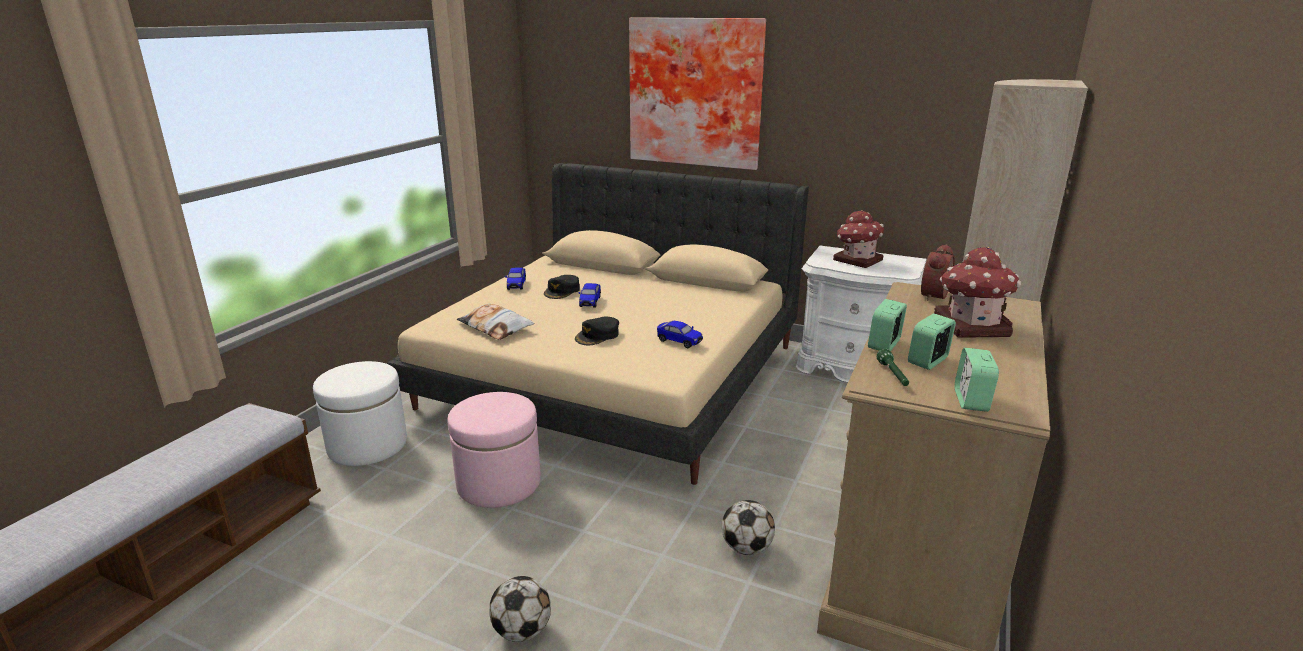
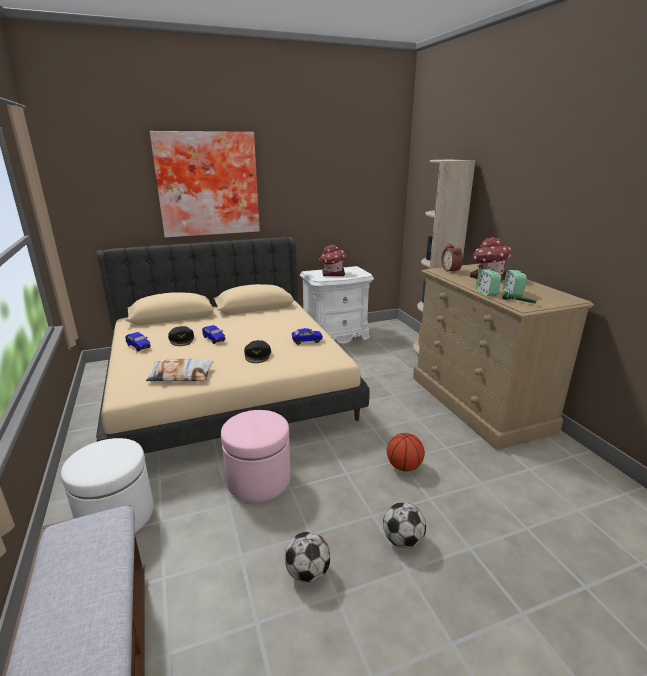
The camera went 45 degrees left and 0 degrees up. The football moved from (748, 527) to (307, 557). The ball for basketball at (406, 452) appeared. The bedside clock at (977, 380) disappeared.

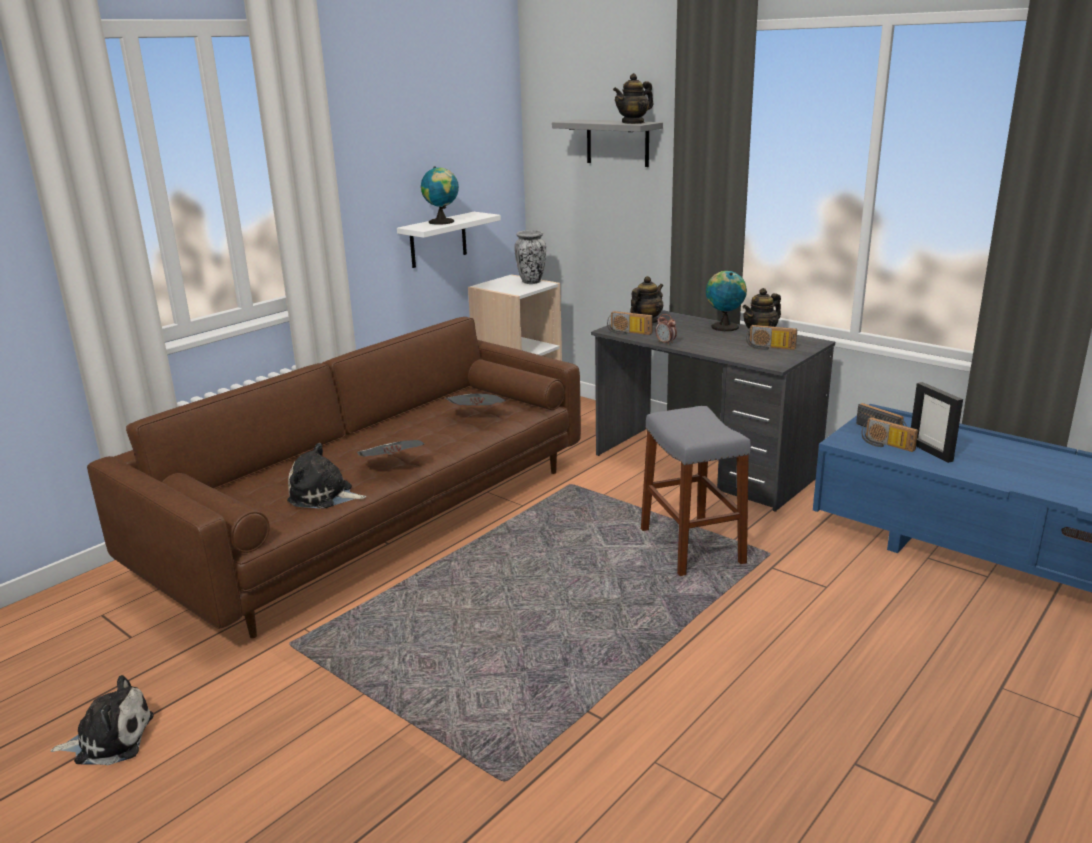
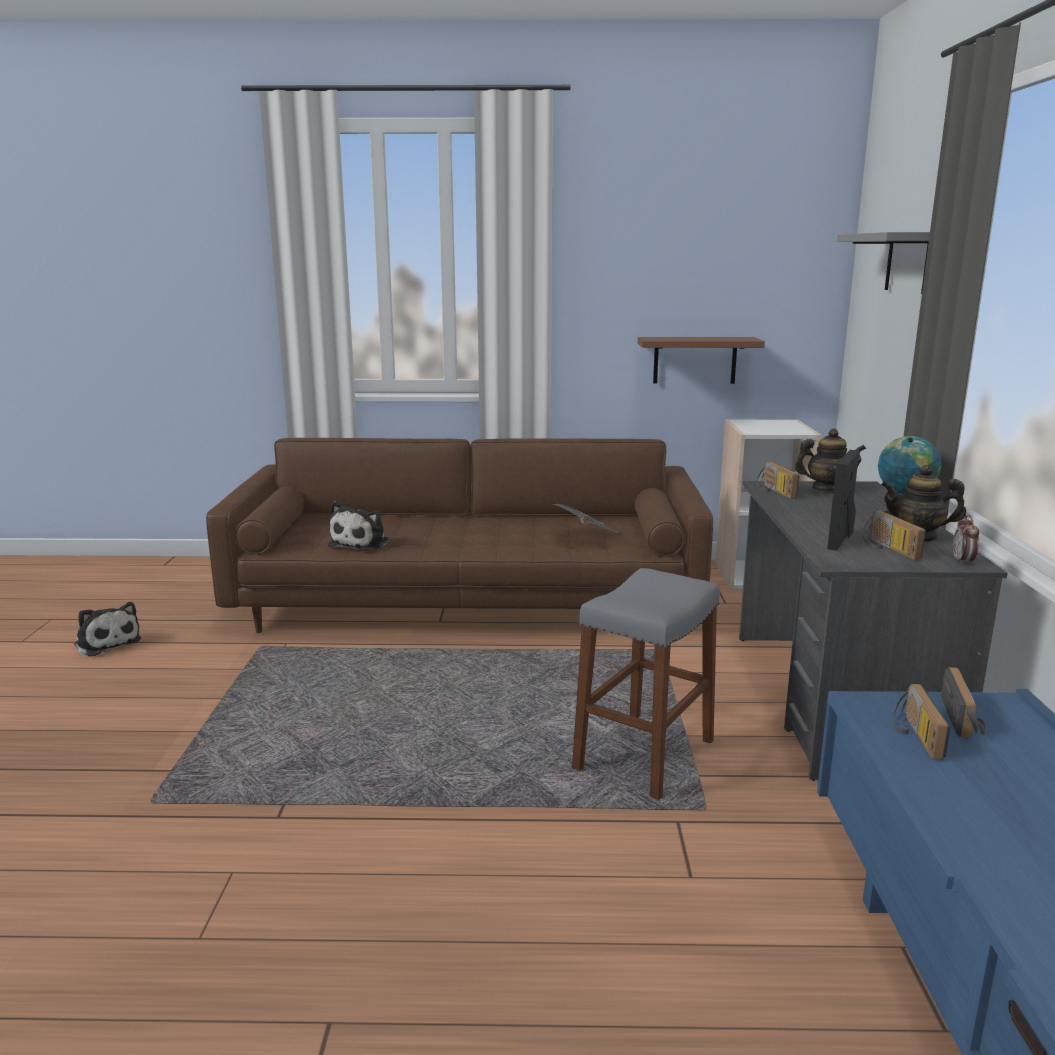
The camera went 50 degrees right and 5 degrees down. The cuddly toy at (326, 476) turned 135 degrees counterclockwise. The wall shelf/white at (449, 240) became the wall shelf/brown at (701, 360). The standing frame moved from (937, 422) to (843, 500). The bedside clock moved from (666, 329) to (966, 540). The newspaper at (390, 448) disappeared. The globe at (440, 195) disappeared. The flower vase at (530, 257) disappeared. The tea pot at (633, 98) disappeared.

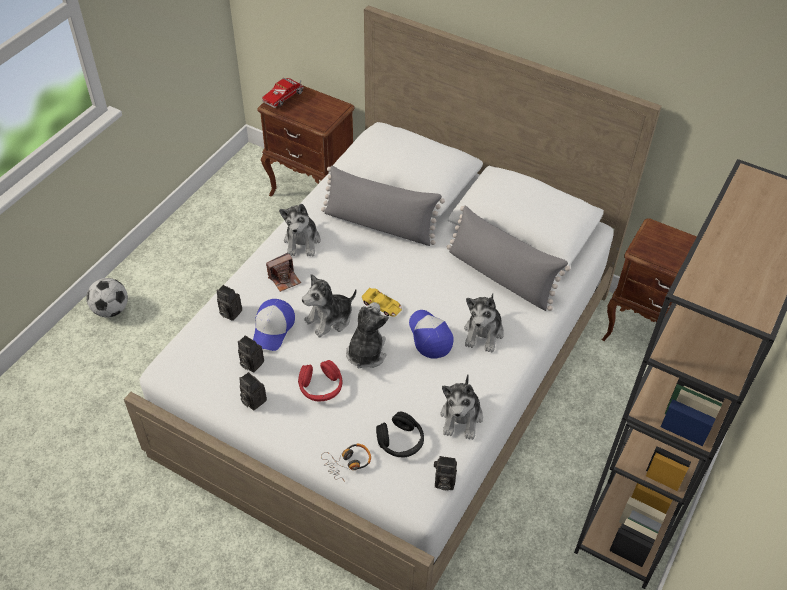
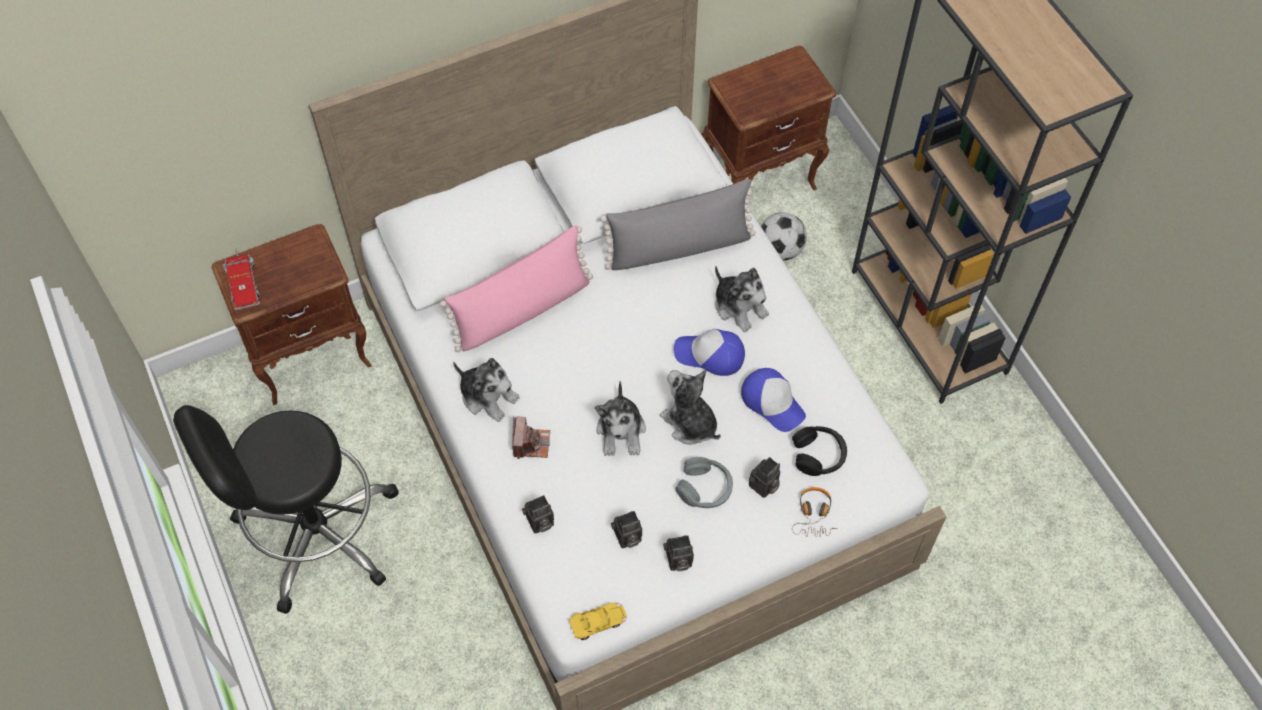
The camera went 55 degrees left and 10 degrees up. The stool/blackish at (286, 509) appeared. The cushion/grey at (383, 205) became the cushion/pinkish at (516, 288). The toy car/yellowish moved from (382, 302) to (598, 621). The headset/red-coloured at (320, 380) became the headset/grey at (704, 482). The peaked cap moved from (274, 325) to (773, 400). The still camera moved from (445, 473) to (764, 477). The football moved from (107, 297) to (784, 236). The cuddly toy at (462, 407) disappeared.

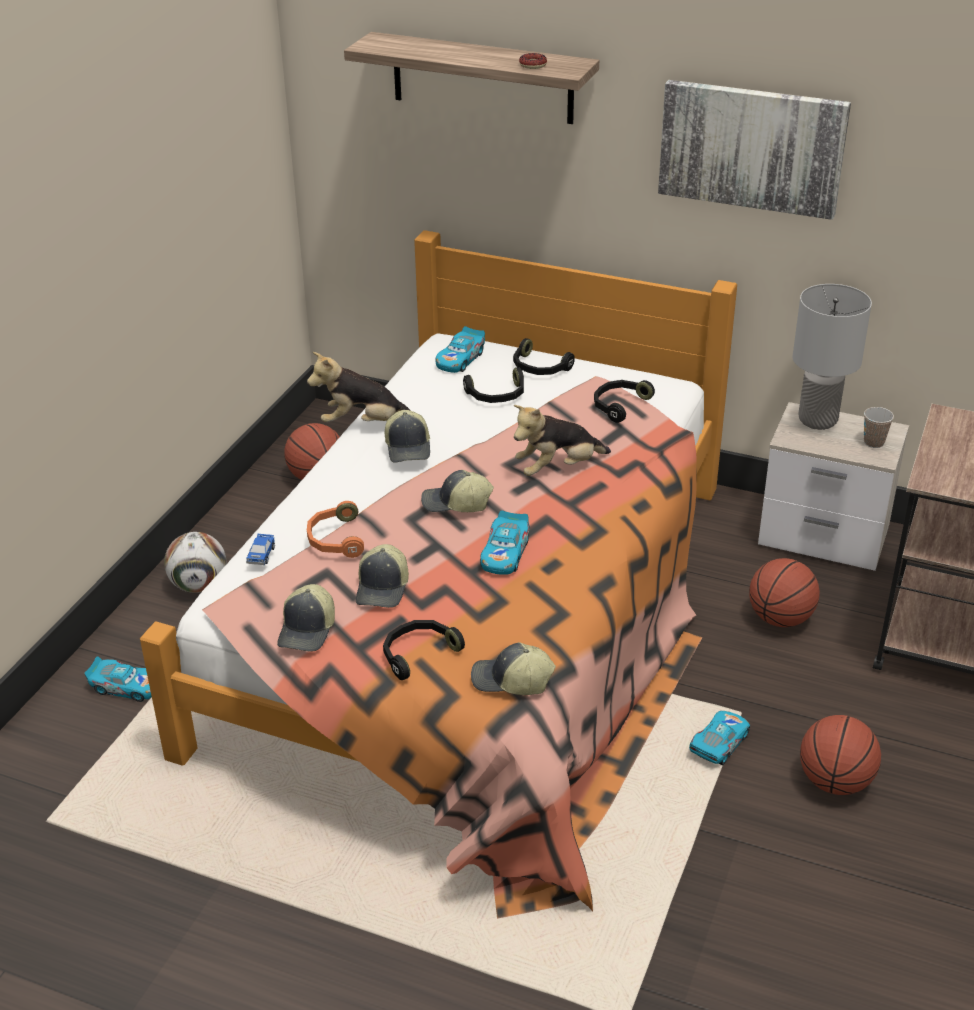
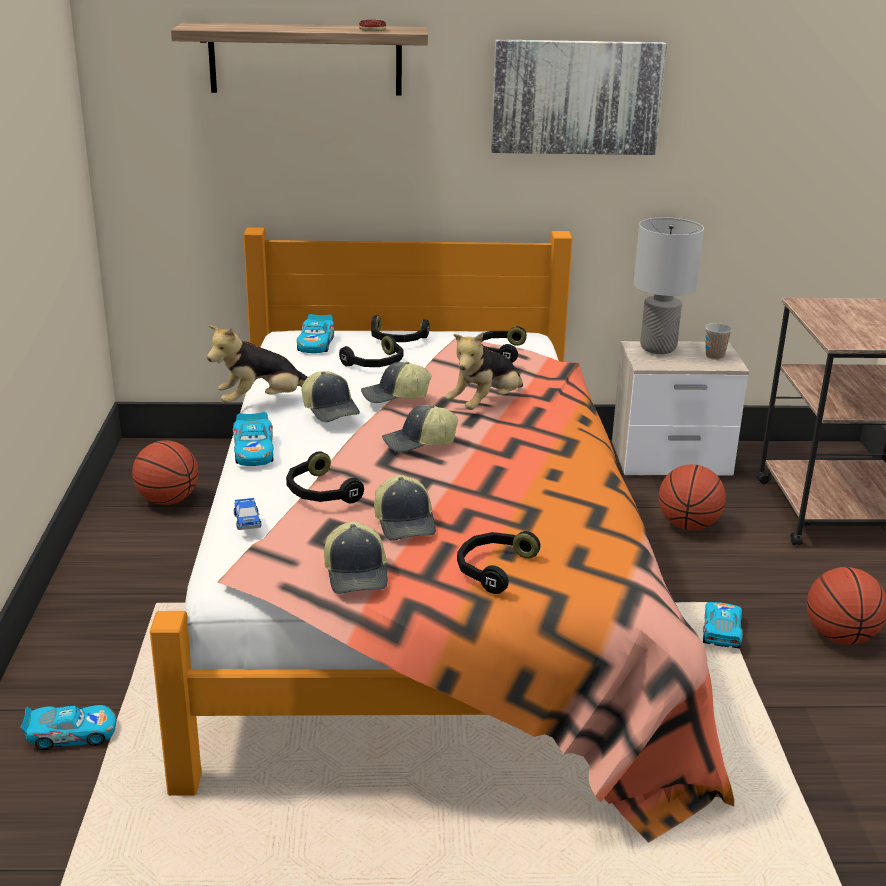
The camera went 25 degrees left and 10 degrees down. The toy car moved from (505, 542) to (253, 439). The headset/orange at (335, 529) became the headset/blackish at (325, 477). The peaked cap moved from (513, 668) to (396, 382). The football at (195, 562) disappeared.

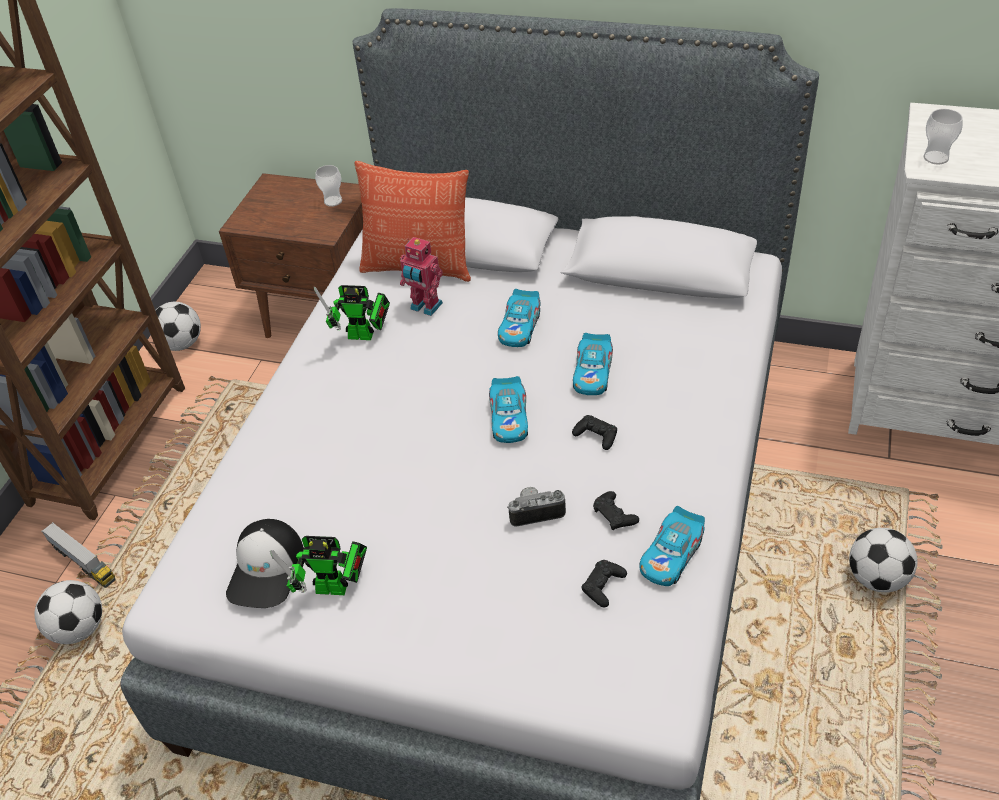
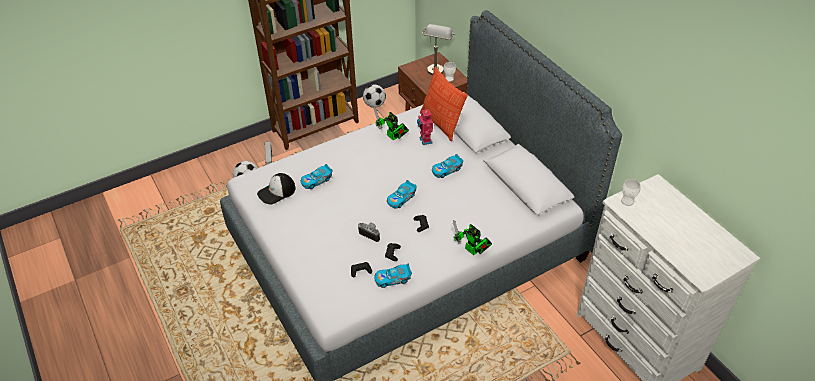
The camera went 40 degrees right and 0 degrees up. The toy car moved from (593, 364) to (317, 176). The table lamp/grey at (438, 49) appeared. The model robot moved from (318, 565) to (472, 238). The football at (883, 560) disappeared.

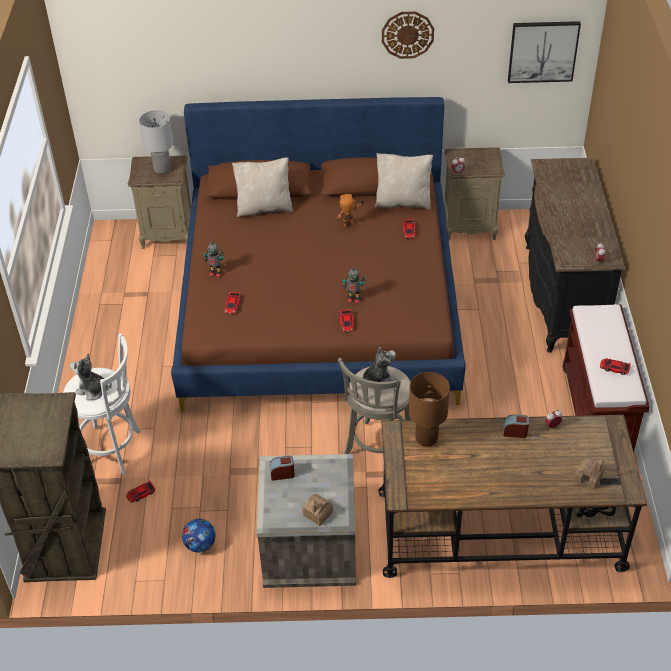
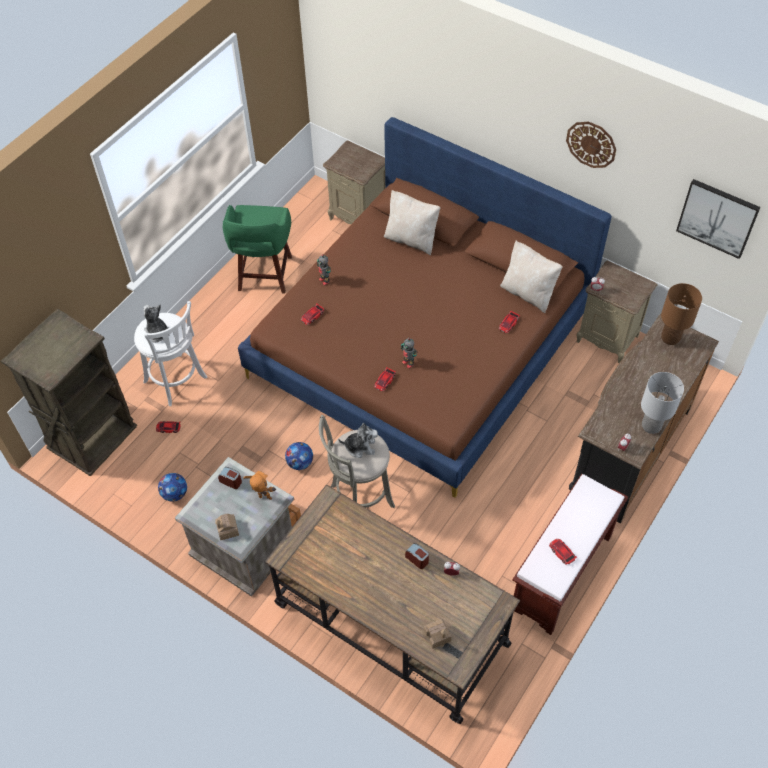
The camera went 35 degrees right and 10 degrees up. The stool/greenish at (257, 249) appeared. The model robot moved from (349, 210) to (260, 485). The football at (299, 456) appeared. The table lamp/grey moved from (156, 142) to (662, 403). The table lamp/brown moved from (429, 409) to (681, 314).

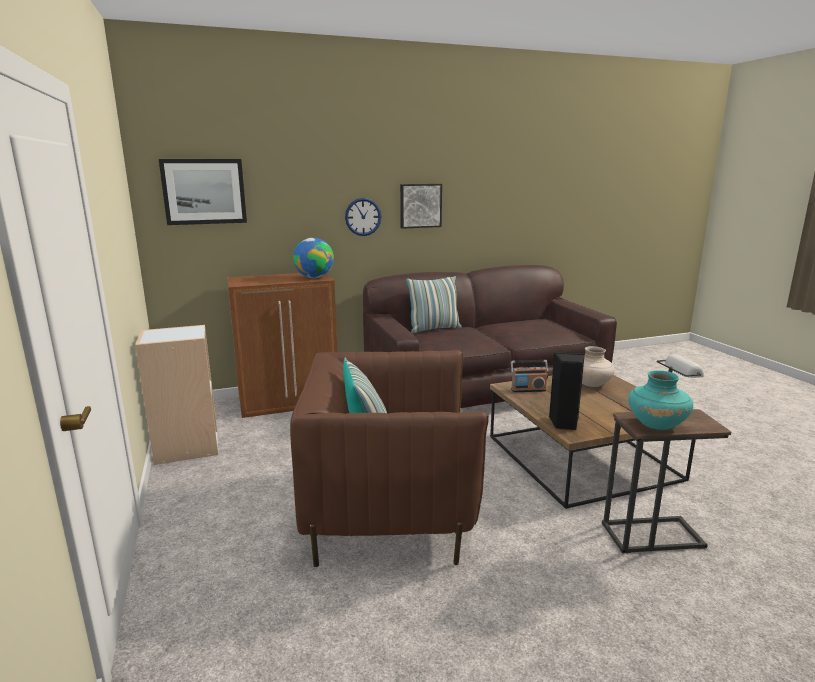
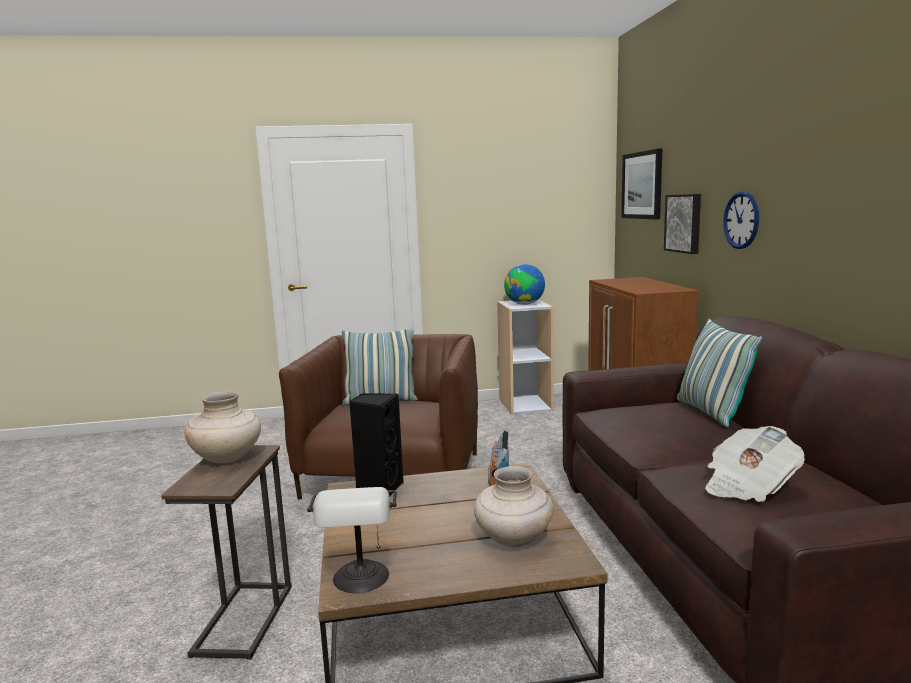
The camera went 100 degrees right and 5 degrees down. The flower vase/turquoise at (660, 400) became the flower vase/beige at (222, 427). The globe moved from (313, 258) to (524, 284). The wall picture moved from (421, 206) to (682, 224). The newspaper at (755, 464) appeared.

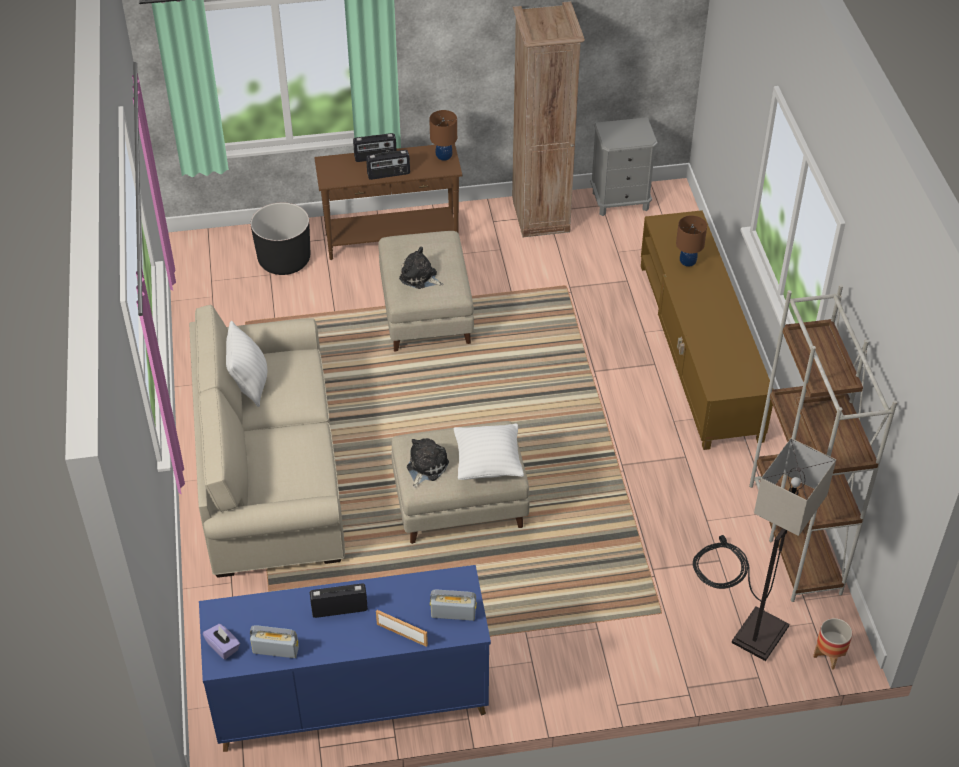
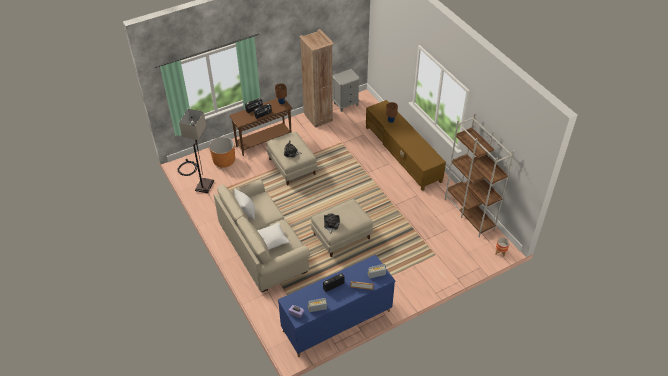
The camera went 20 degrees left and 0 degrees up. The floor lamp moved from (764, 549) to (196, 151). The plant pot/blackish at (280, 239) became the plant pot/orange at (222, 152). The cushion/white moved from (489, 451) to (273, 236).

